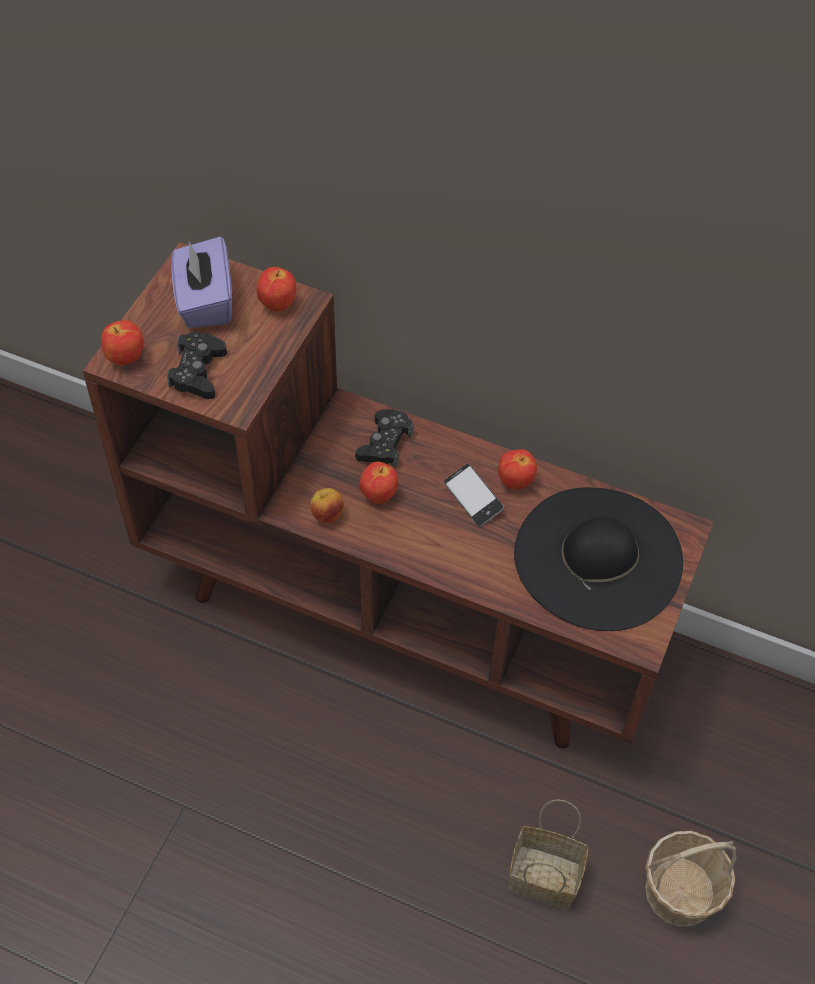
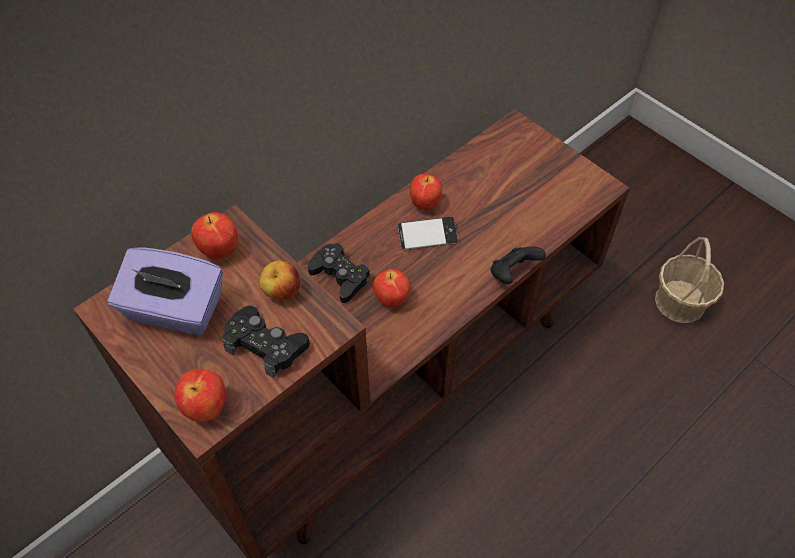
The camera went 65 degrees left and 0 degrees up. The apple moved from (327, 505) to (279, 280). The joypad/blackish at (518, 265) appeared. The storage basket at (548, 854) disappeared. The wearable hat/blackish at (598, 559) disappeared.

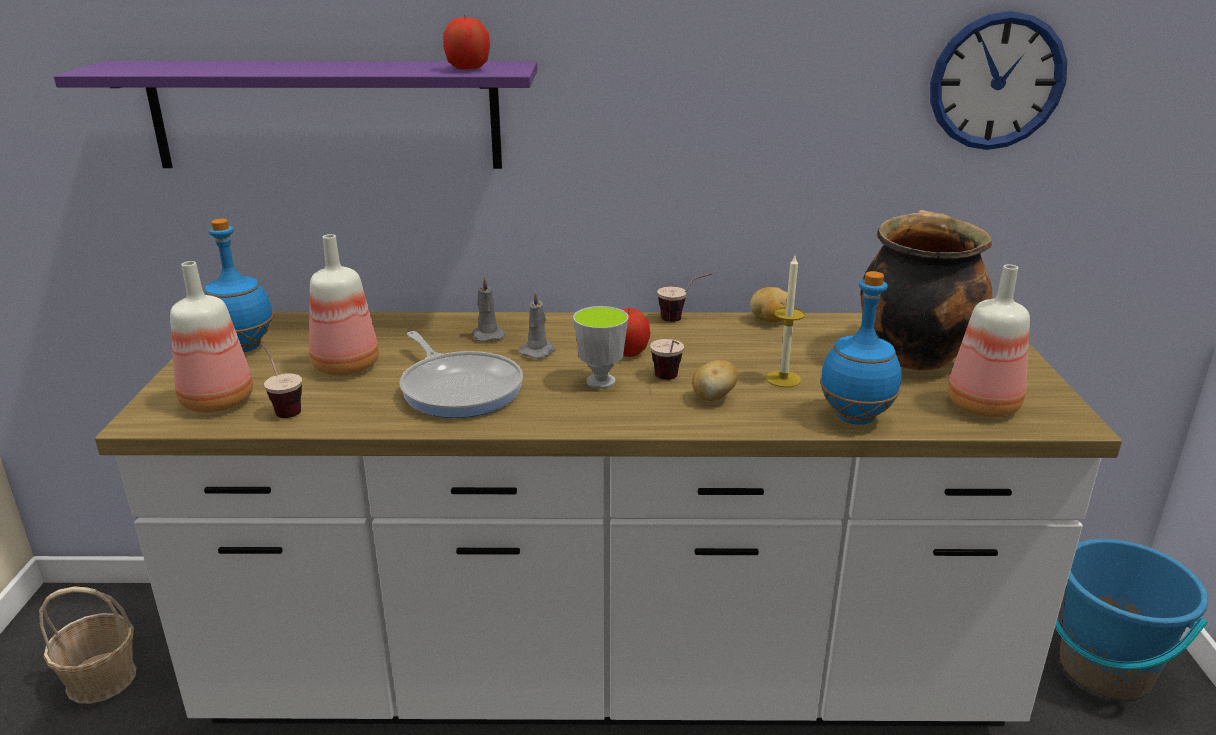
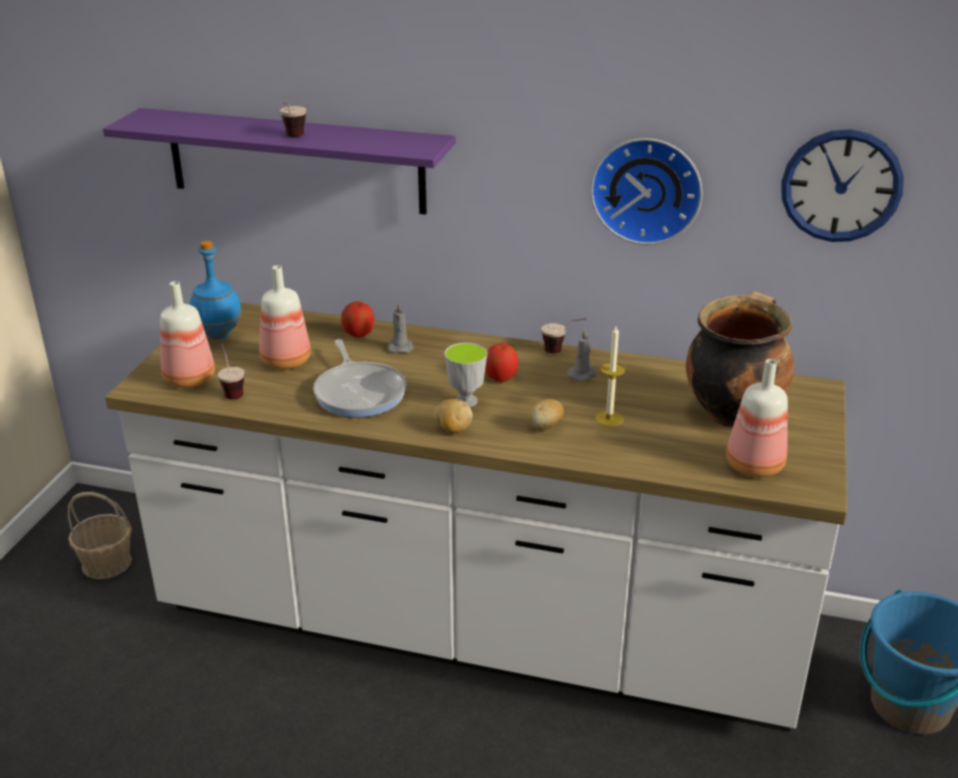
The camera went 15 degrees right and 5 degrees up. The cup moved from (667, 359) to (293, 119). The apple moved from (466, 41) to (357, 319). The spud moved from (768, 304) to (453, 416). The candle/grey moved from (537, 325) to (581, 354). The clock on the wall at (646, 191) appeared. The drink bottle/blue at (861, 348) disappeared.

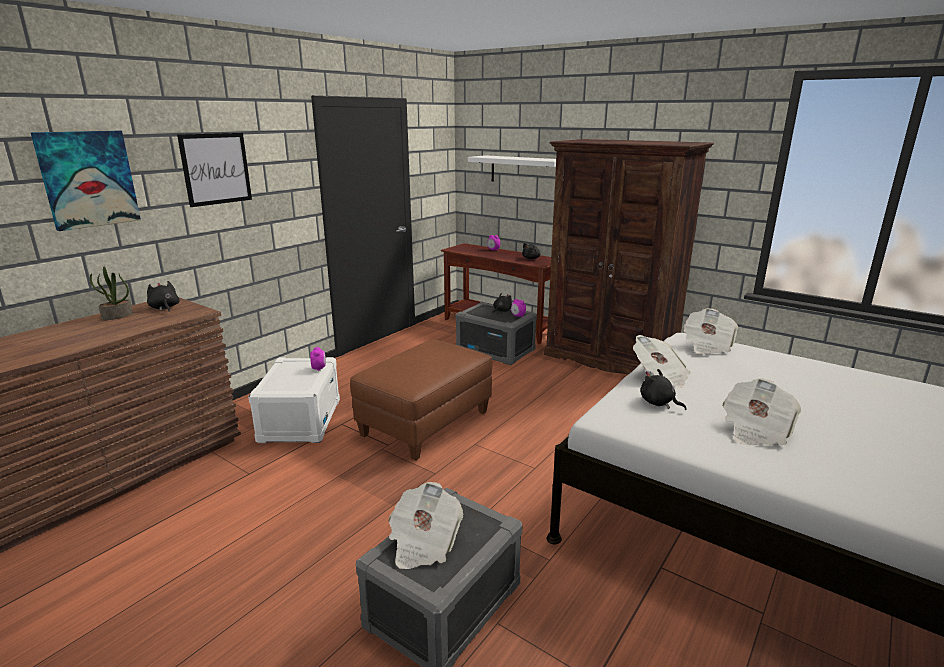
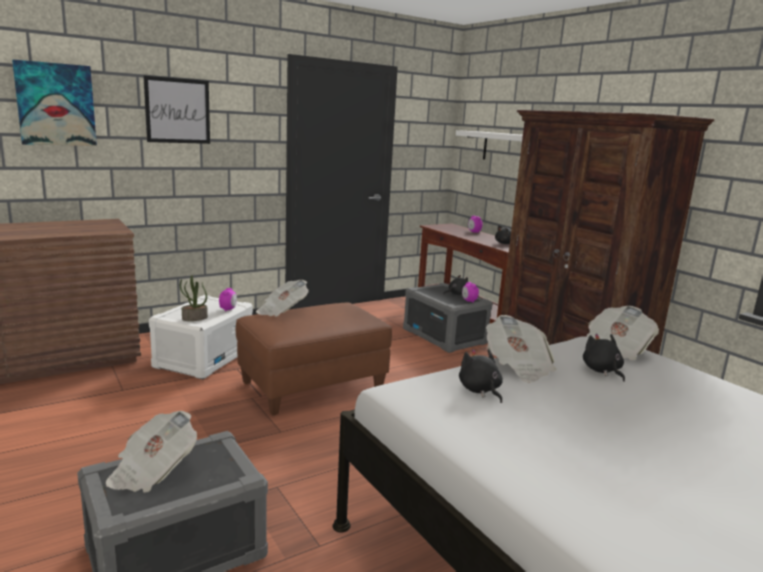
The camera went 20 degrees right and 5 degrees down. The plant in a pot moved from (111, 293) to (194, 298). The newspaper moved from (762, 411) to (282, 298). The cuddly toy/blackish moved from (163, 296) to (604, 358).

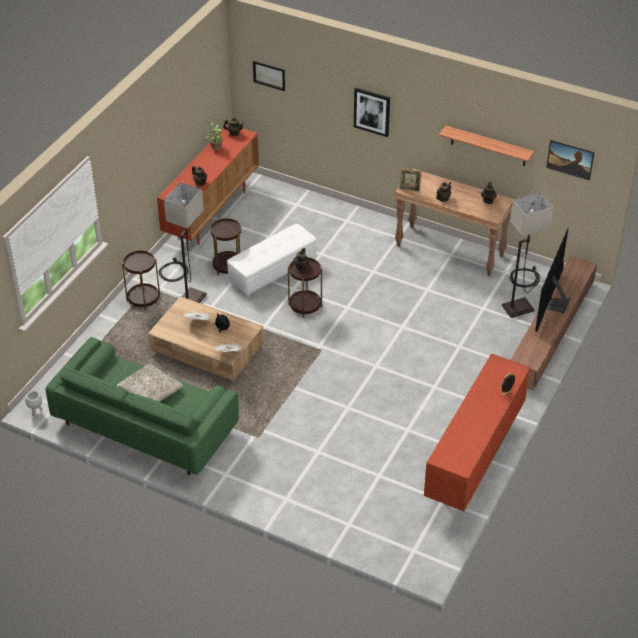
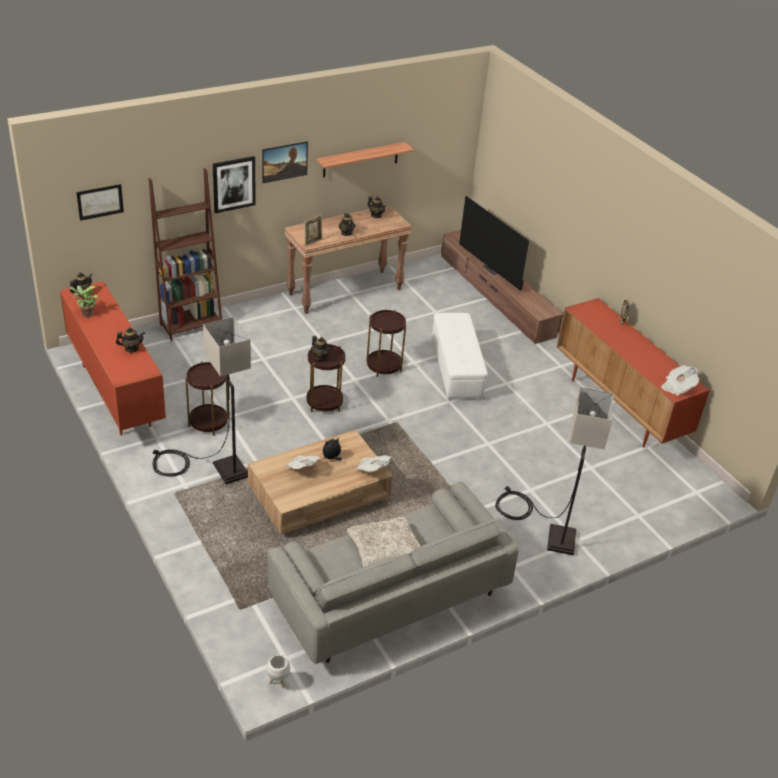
The camera went 60 degrees left and 5 degrees down. The bookcase/brown at (185, 254) appeared. The wall picture moved from (570, 160) to (285, 162). The sofa/greenish at (142, 406) became the sofa/grey at (392, 572). The accent table/brown moved from (141, 279) to (386, 343). The footrest/white moved from (272, 260) to (460, 357). The floor lamp moved from (528, 255) to (554, 471). The newspaper at (680, 380) appeared.

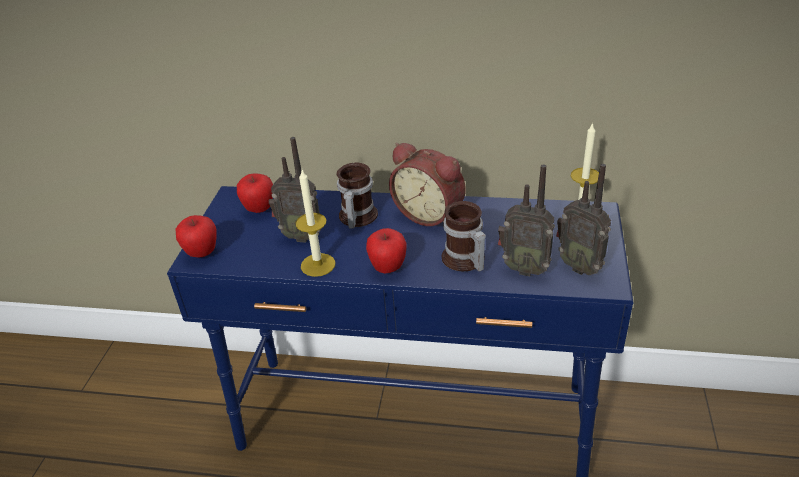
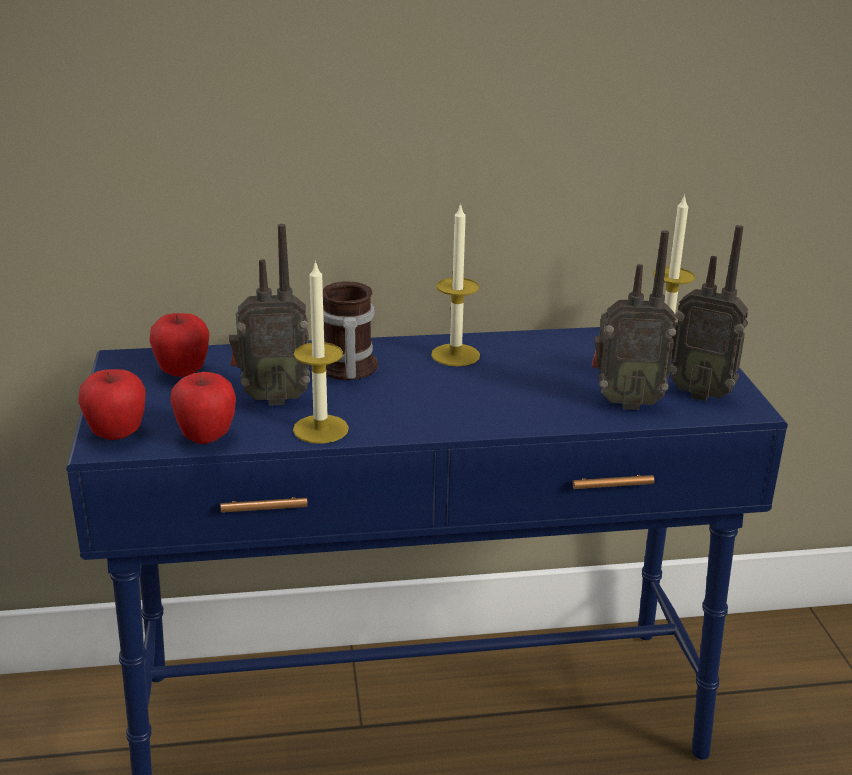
The camera went 20 degrees left and 10 degrees down. The apple moved from (386, 250) to (203, 408). The bedside clock at (427, 184) was replaced by the candle at (455, 284). The tea mug at (464, 236) disappeared.

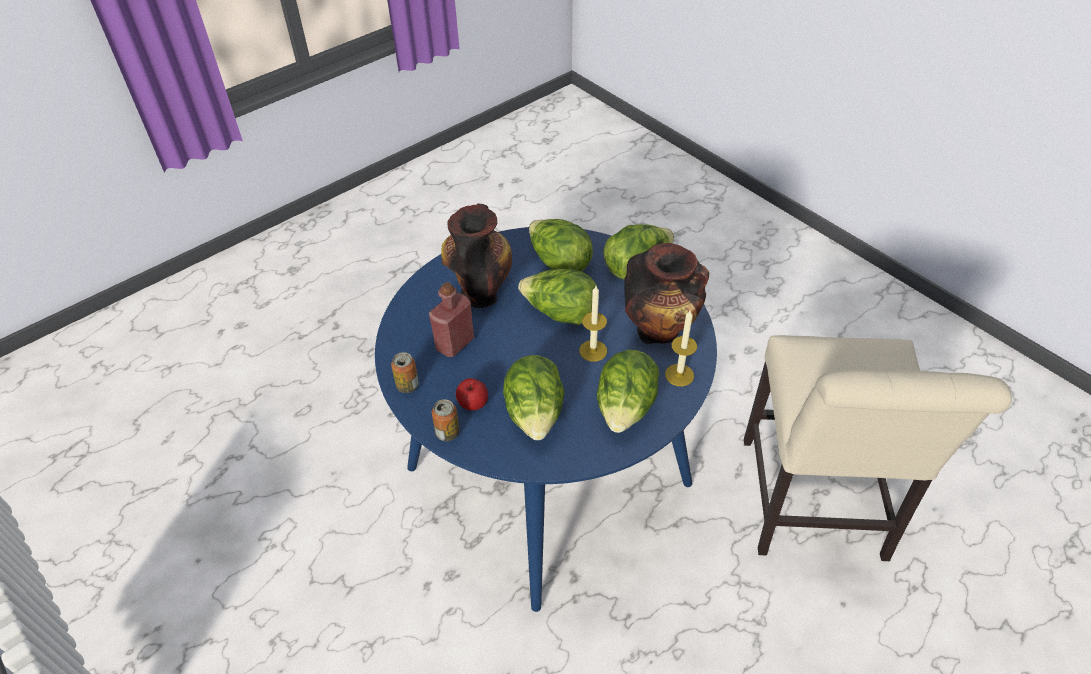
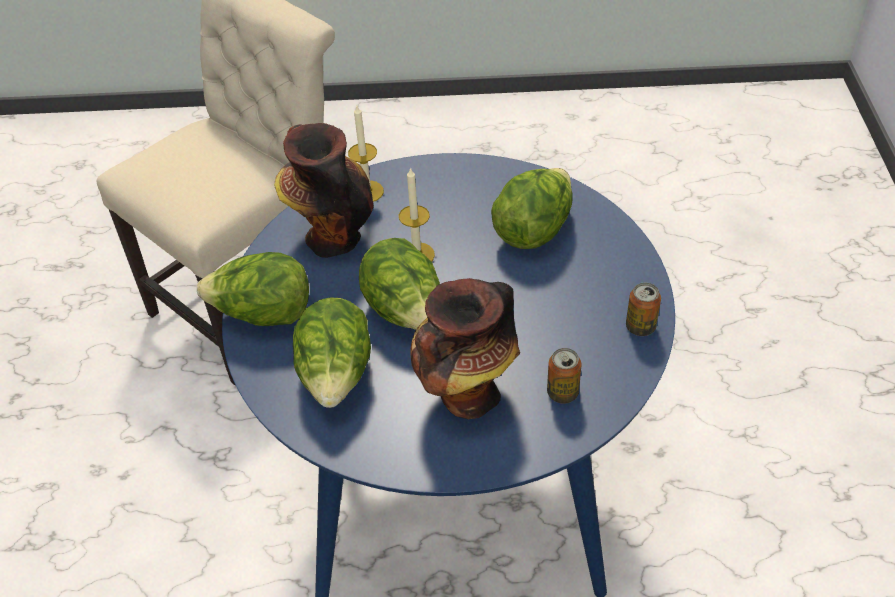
The camera went 140 degrees left and 0 degrees up. The can moved from (445, 420) to (564, 376). The drink bottle/red-coloured at (451, 319) disappeared. The apple at (472, 394) disappeared. The head of lettuce at (628, 391) disappeared.

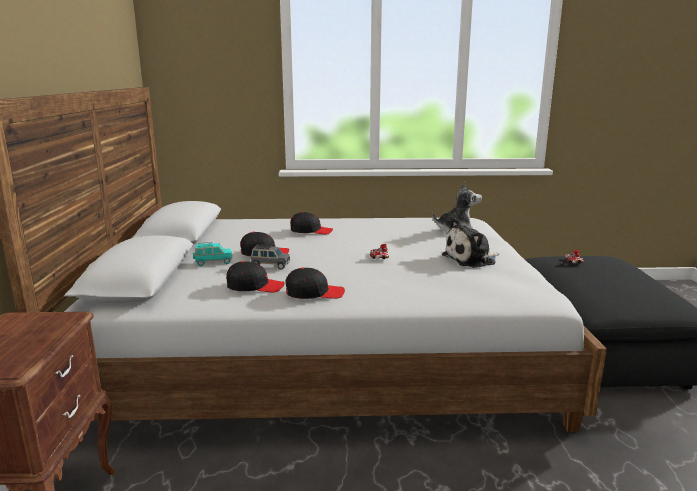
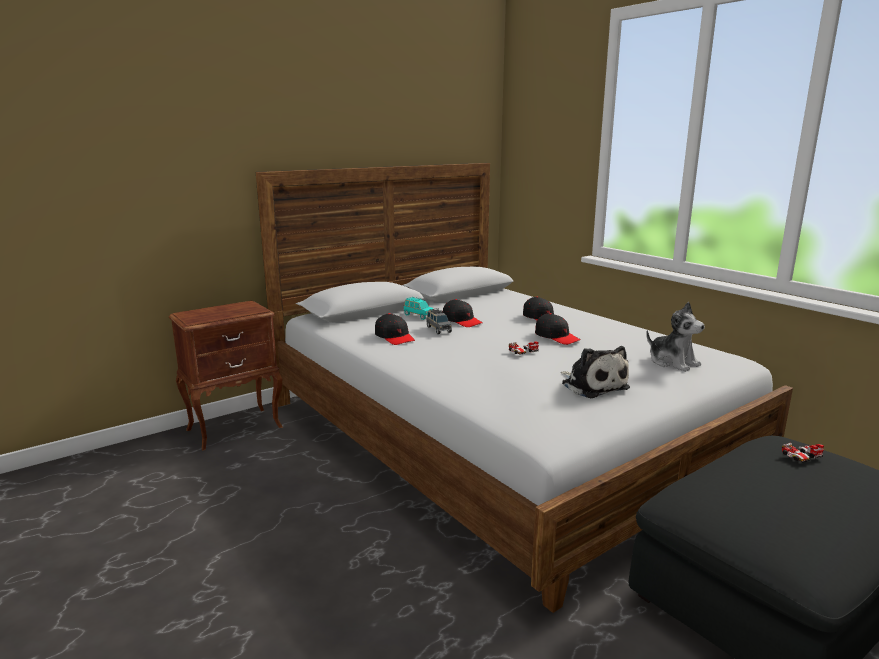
The camera went 55 degrees right and 0 degrees up. The peaked cap/blackish moved from (315, 283) to (558, 329). The cuddly toy at (470, 243) turned 150 degrees counterclockwise.

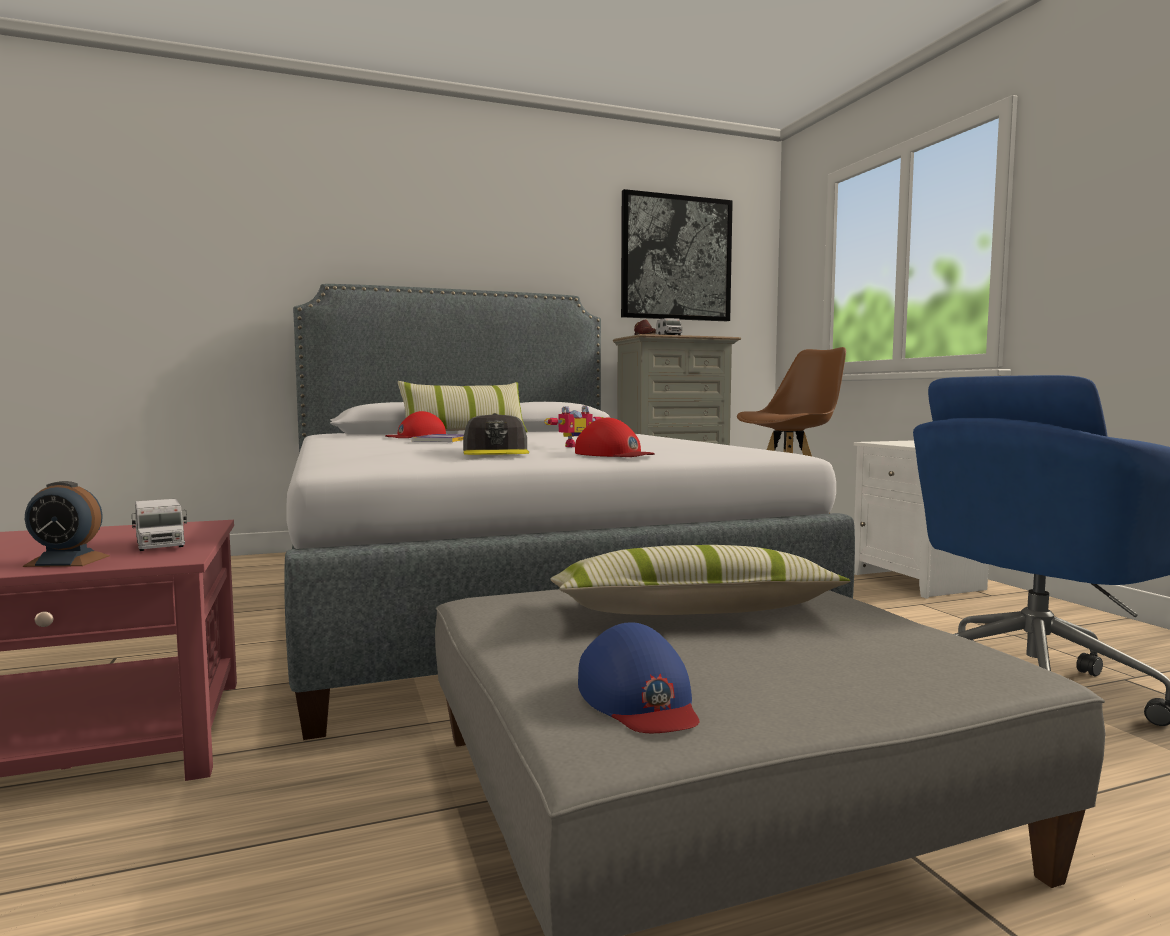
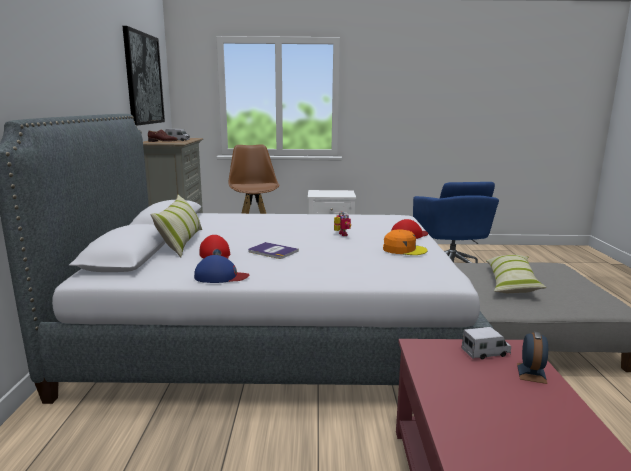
The camera went 70 degrees left and 10 degrees up. The peaked cap/blue moved from (638, 677) to (222, 269). The peaked cap/grey at (496, 434) became the peaked cap/orange at (405, 242).

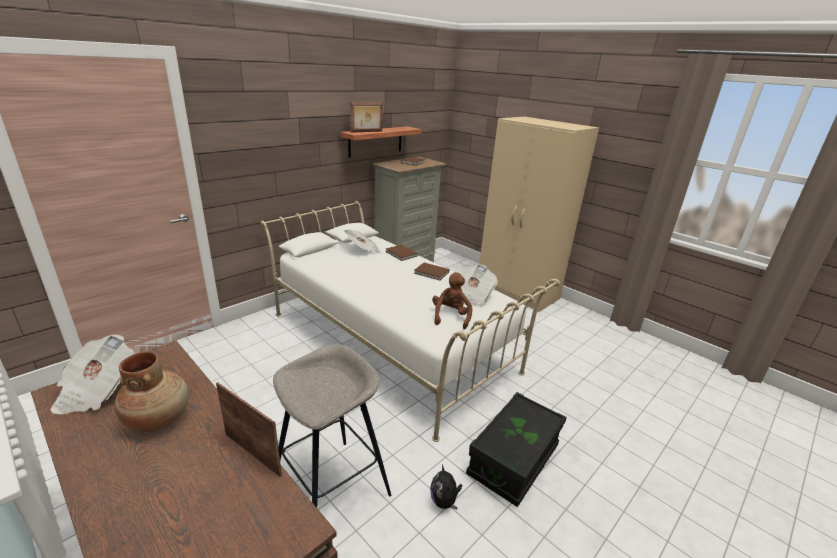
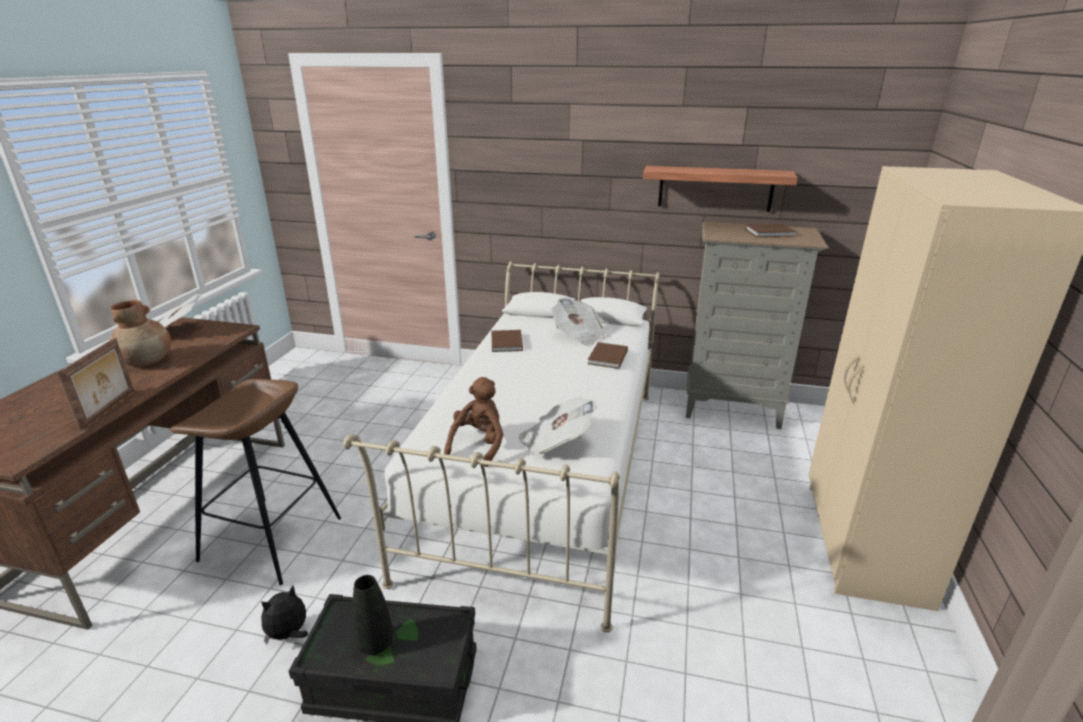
The camera went 60 degrees right and 0 degrees up. The stool/grey at (332, 425) became the stool/brown at (255, 482). The flower vase/blackish at (372, 615) appeared. The cuddly toy/brown at (452, 300) turned 45 degrees counterclockwise. The book/brown moved from (431, 271) to (507, 341). The standing frame at (366, 117) disappeared.

